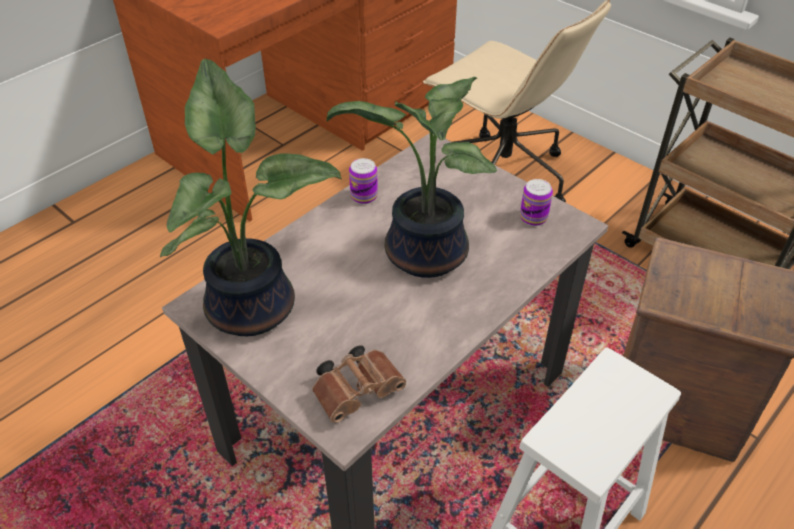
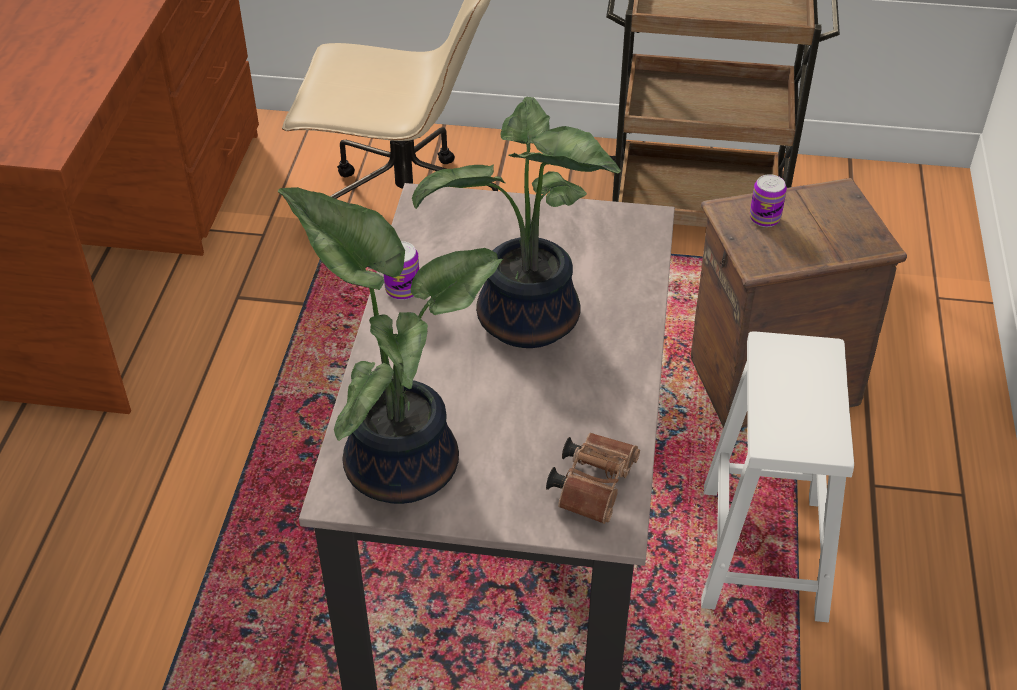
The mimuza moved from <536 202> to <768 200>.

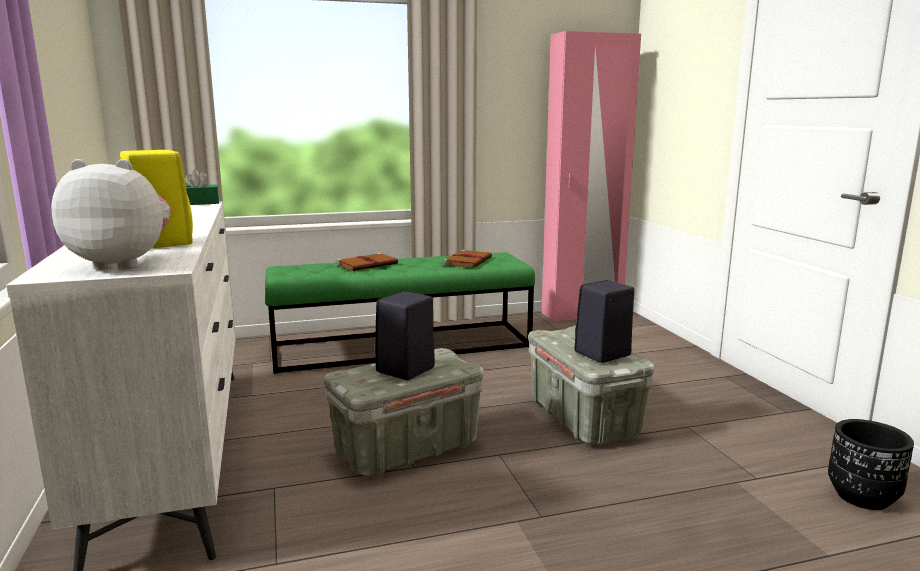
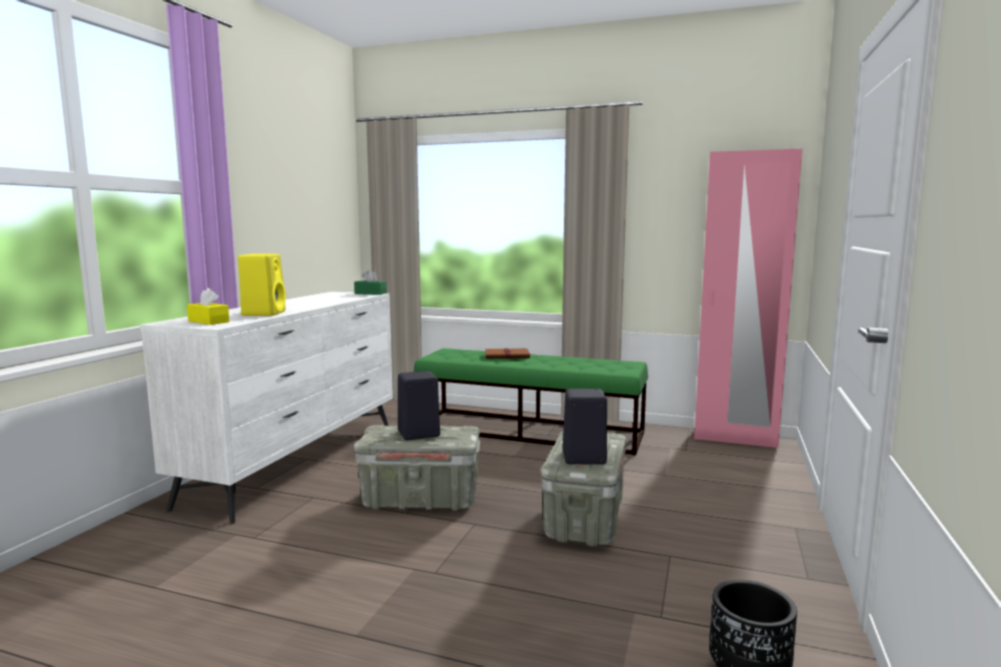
The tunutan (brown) at <467 259> disappeared. The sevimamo at <111 214> was replaced by the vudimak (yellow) at <208 306>.

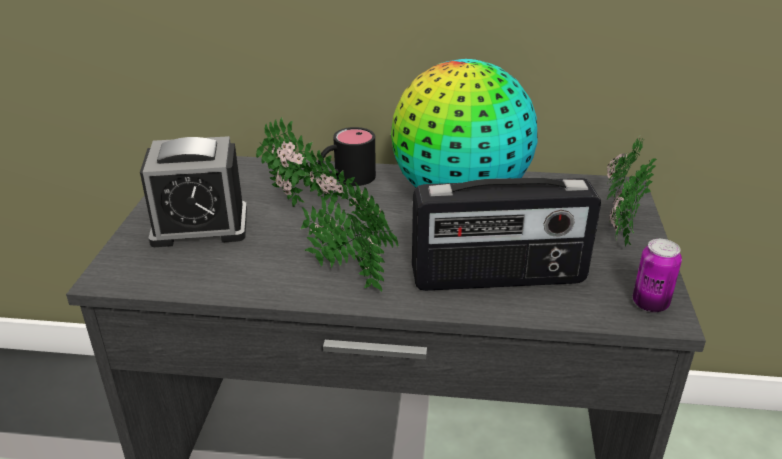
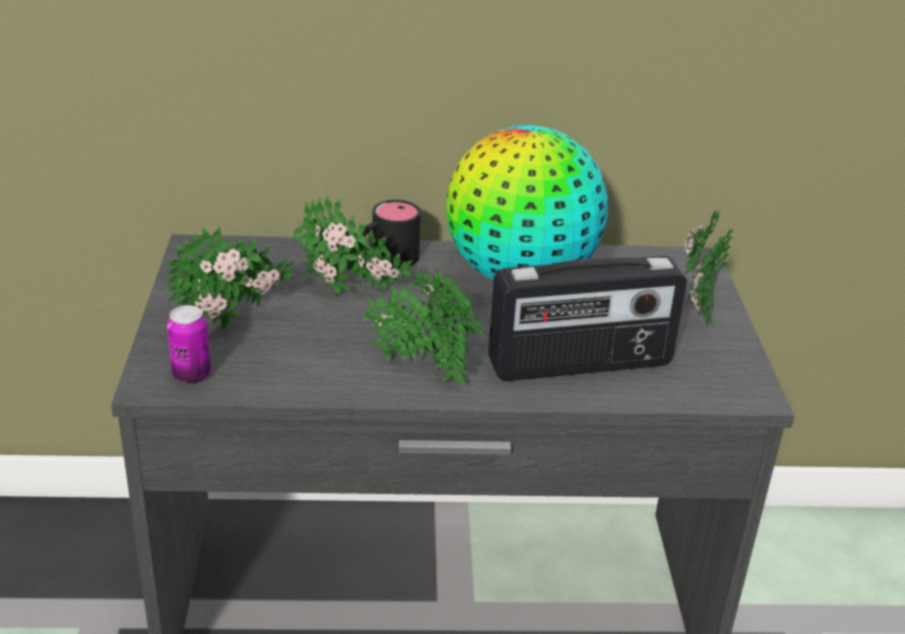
The mimuza moved from <657 276> to <189 344>. The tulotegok at <193 191> was replaced by the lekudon at <229 277>.

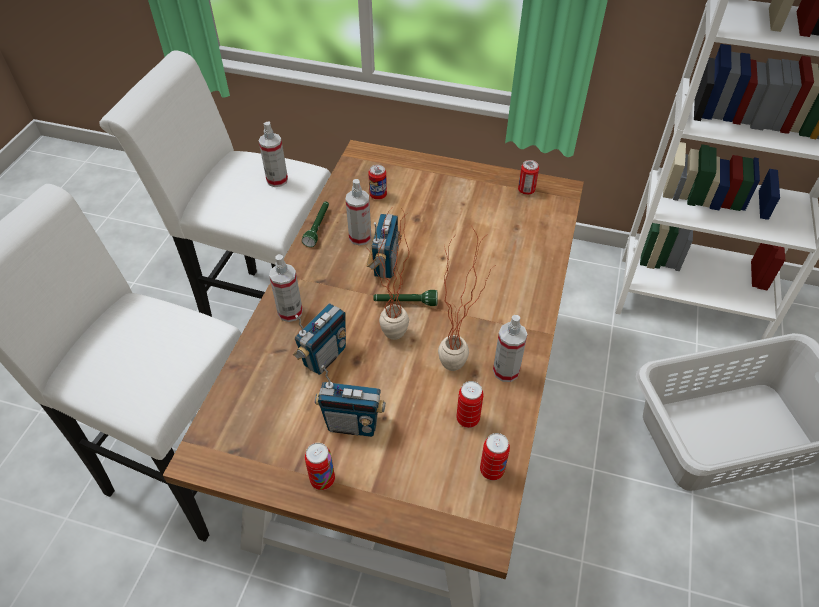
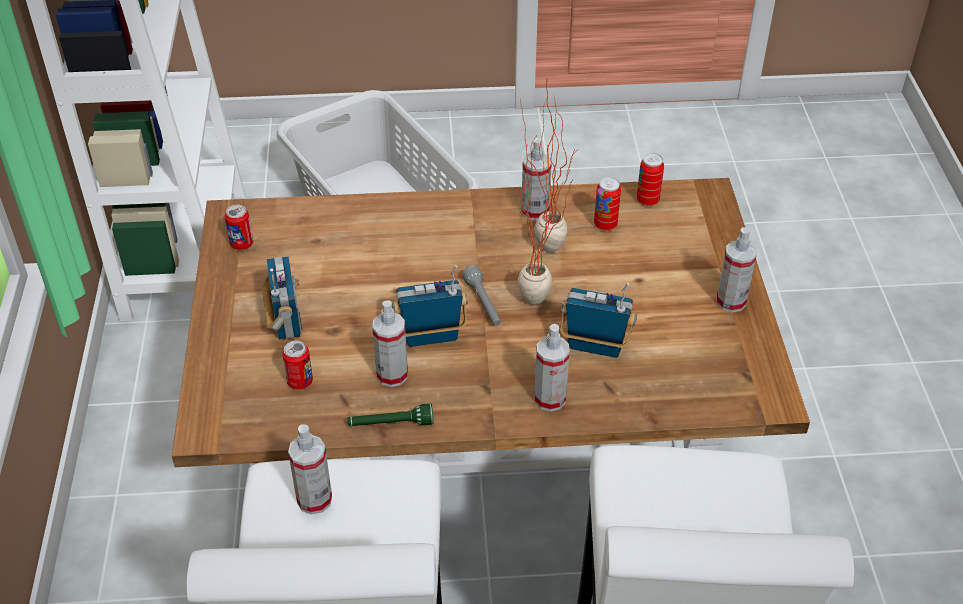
The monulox moved from <350 401> to <282 298>. The mimuza at <320 466> was replaced by the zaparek at <736 270>. The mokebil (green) at <405 298> became the mokebil (grey) at <481 295>.

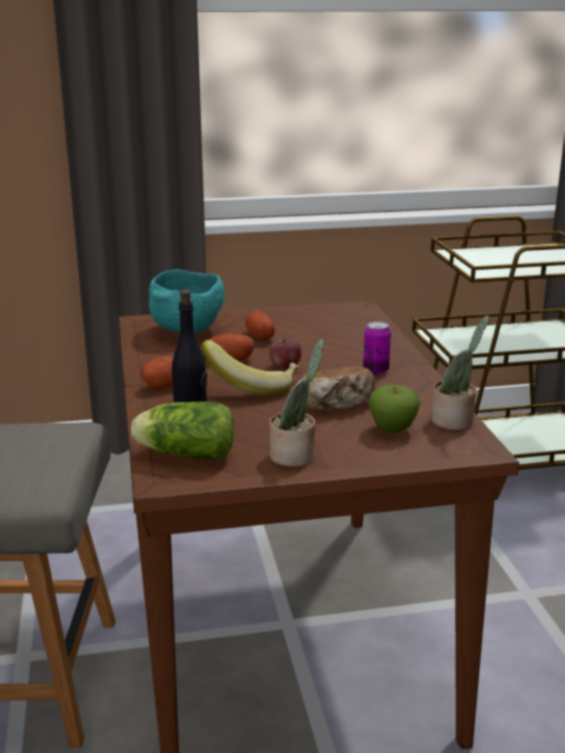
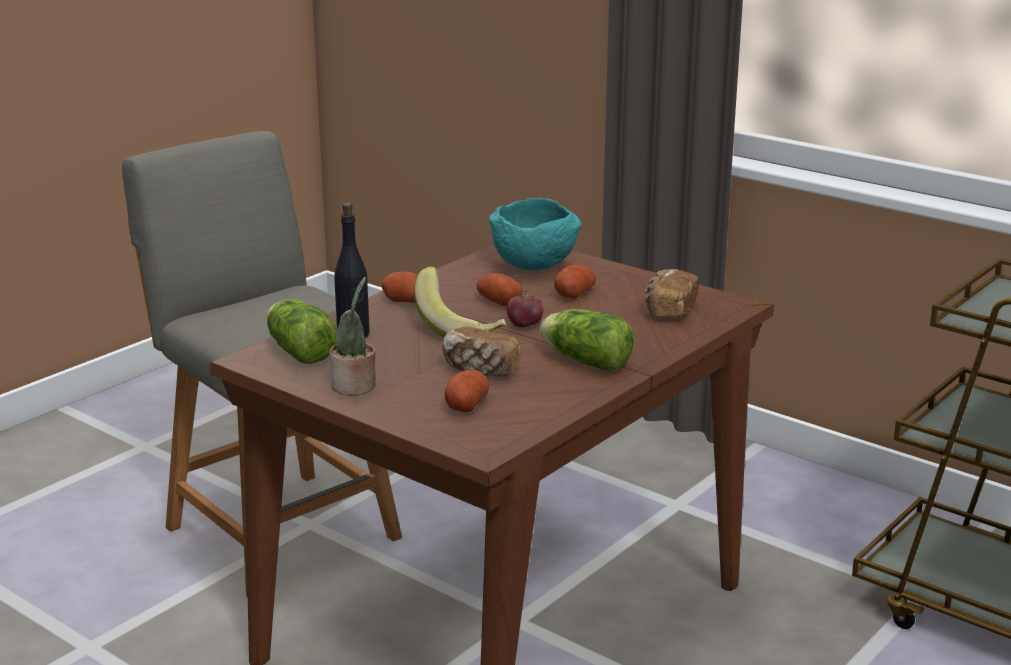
The lekudon at <460 372> disappeared. The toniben at <672 294> appeared. The mimuza at <377 348> was replaced by the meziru at <587 340>. The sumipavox at <394 409> was replaced by the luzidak at <467 390>.

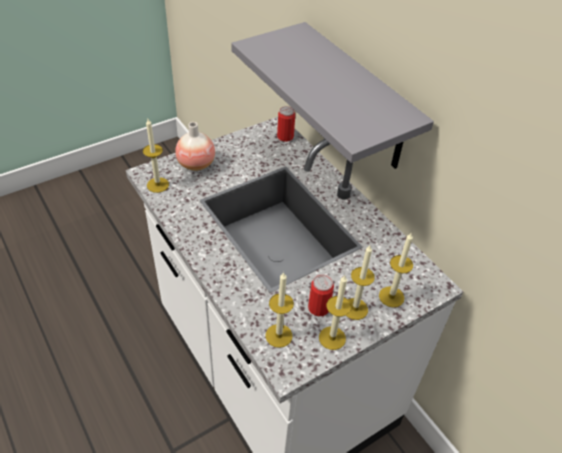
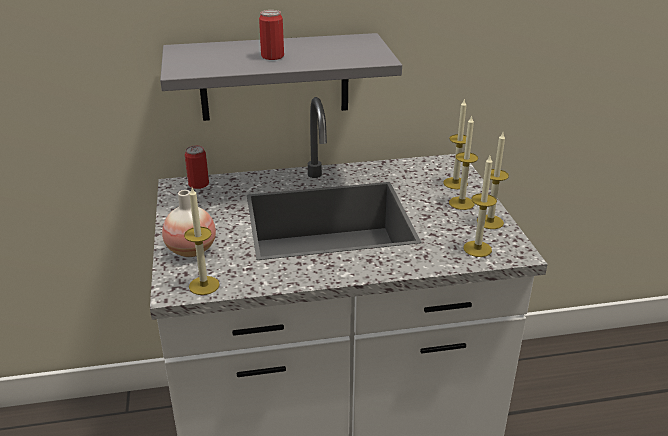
The mimuza moved from <321 295> to <271 35>.

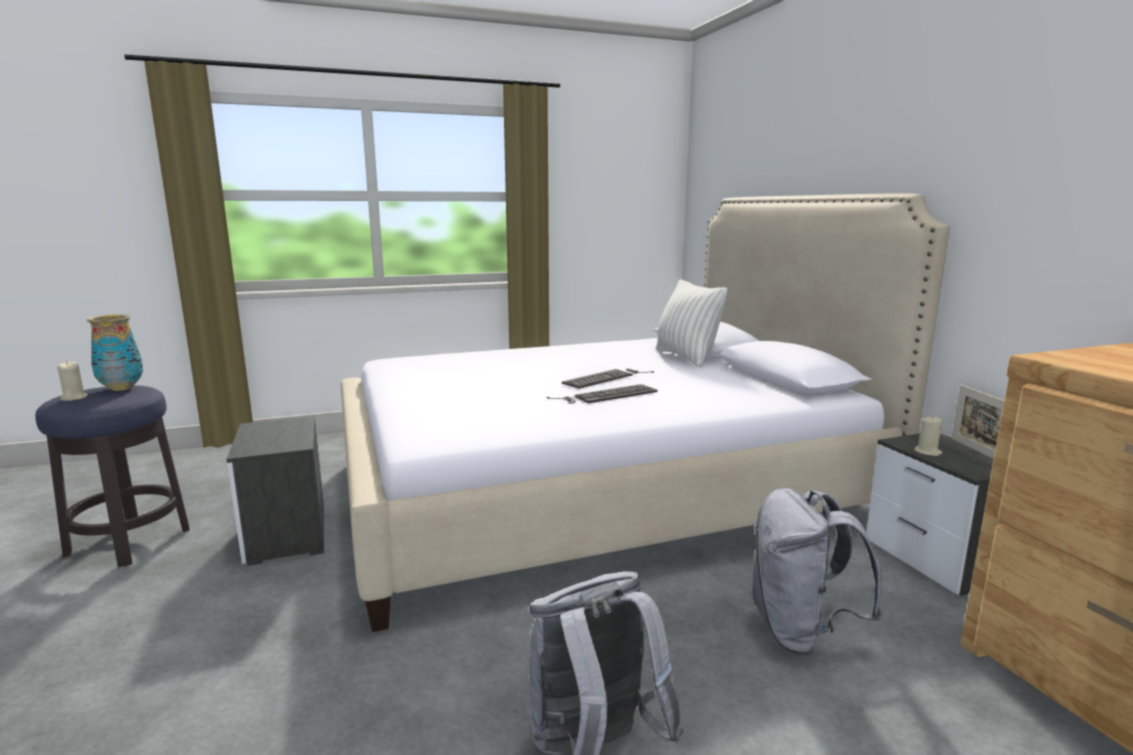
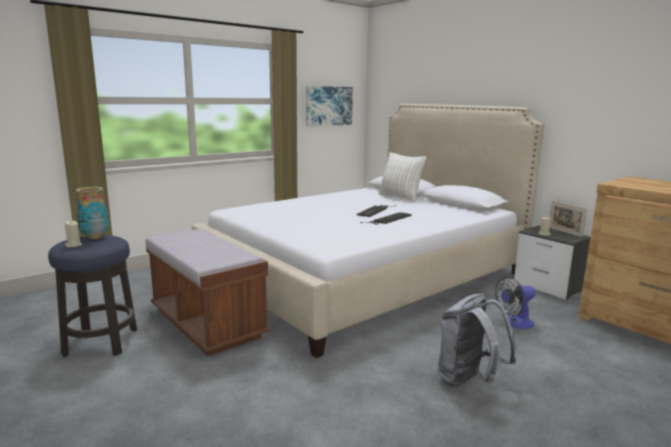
The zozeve at <329 106> appeared. The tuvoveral at <275 491> was replaced by the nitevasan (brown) at <207 292>. The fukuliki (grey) at <816 572> was replaced by the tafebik at <515 303>.

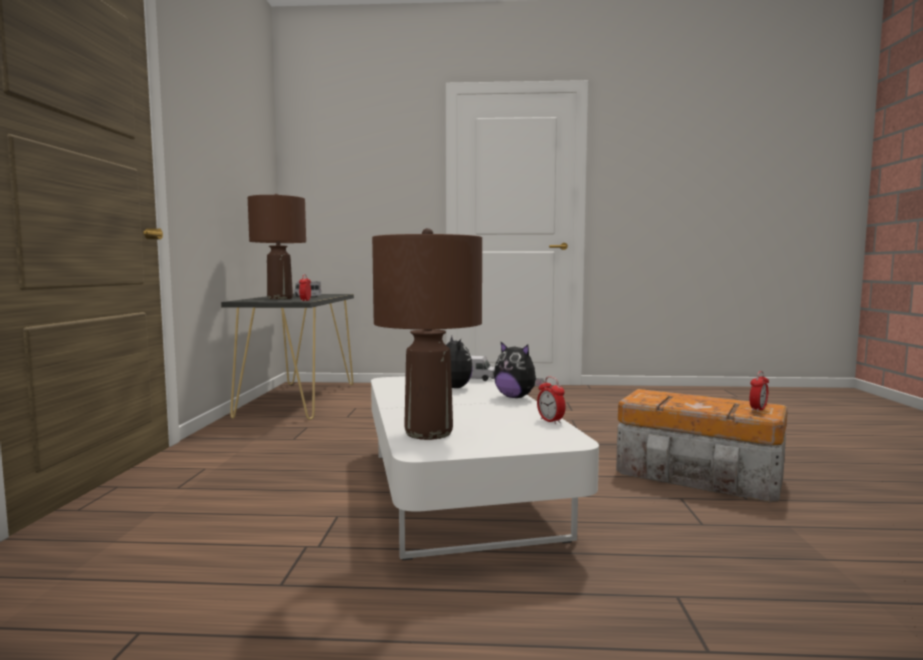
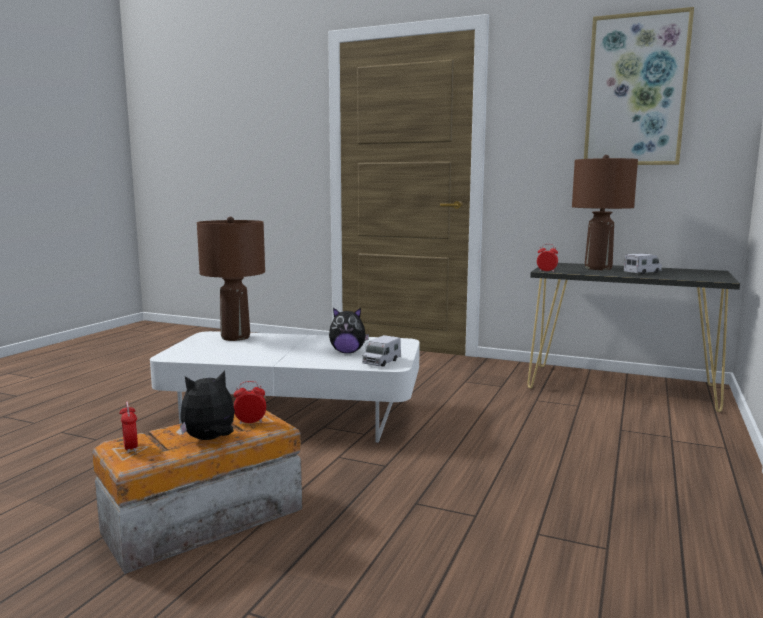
The zozeve at <639 86> appeared. The sevimamo moved from <519 370> to <207 405>. The tulotegok moved from <551 400> to <250 402>.

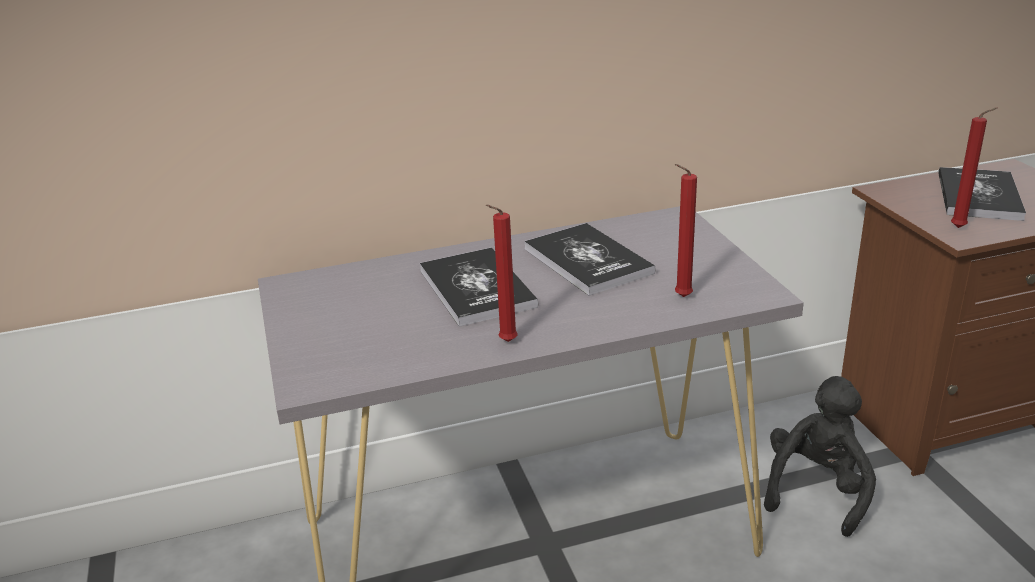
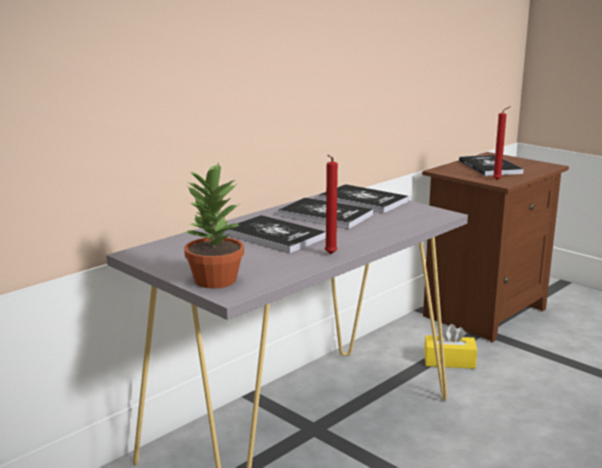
The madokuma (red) at <686 230> disappeared. The lekudon at <214 225> appeared. The tunutan at <364 198> appeared. The sevimamo (black) at <820 456> was replaced by the vudimak (yellow) at <450 346>.

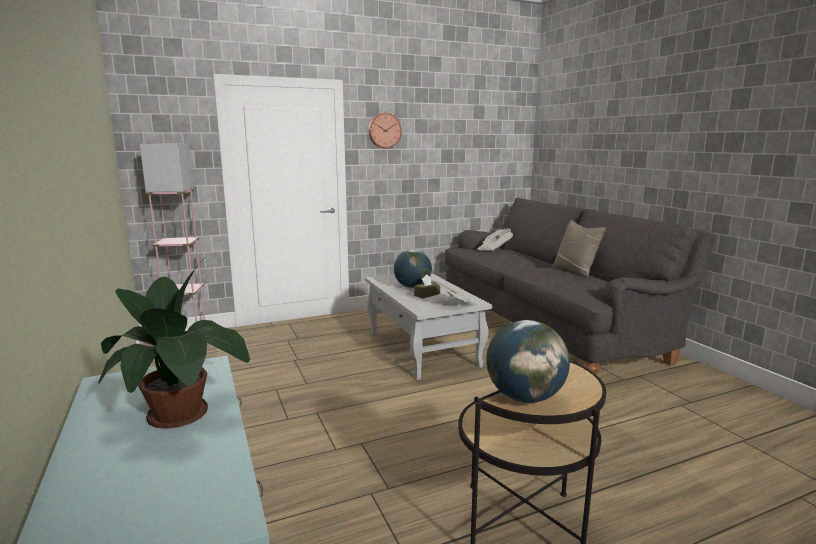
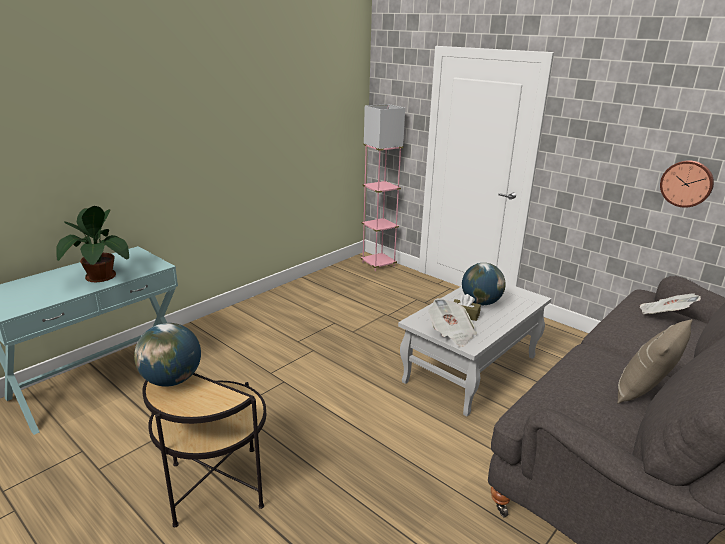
The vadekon moved from <385 130> to <687 184>.

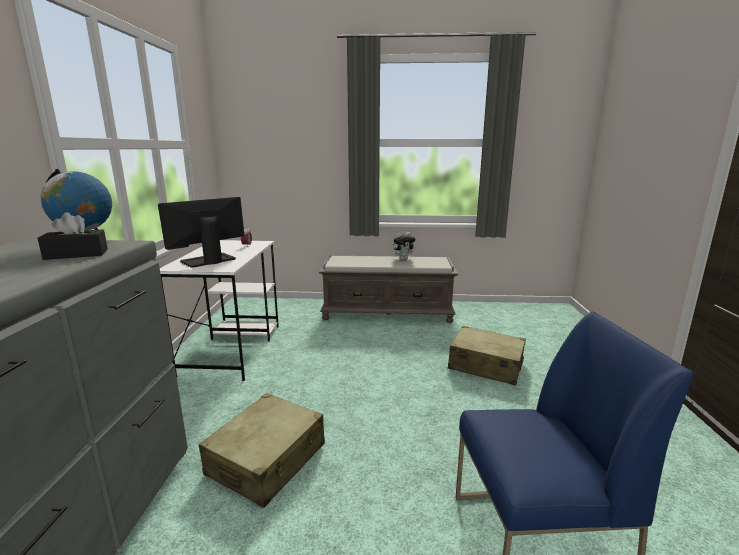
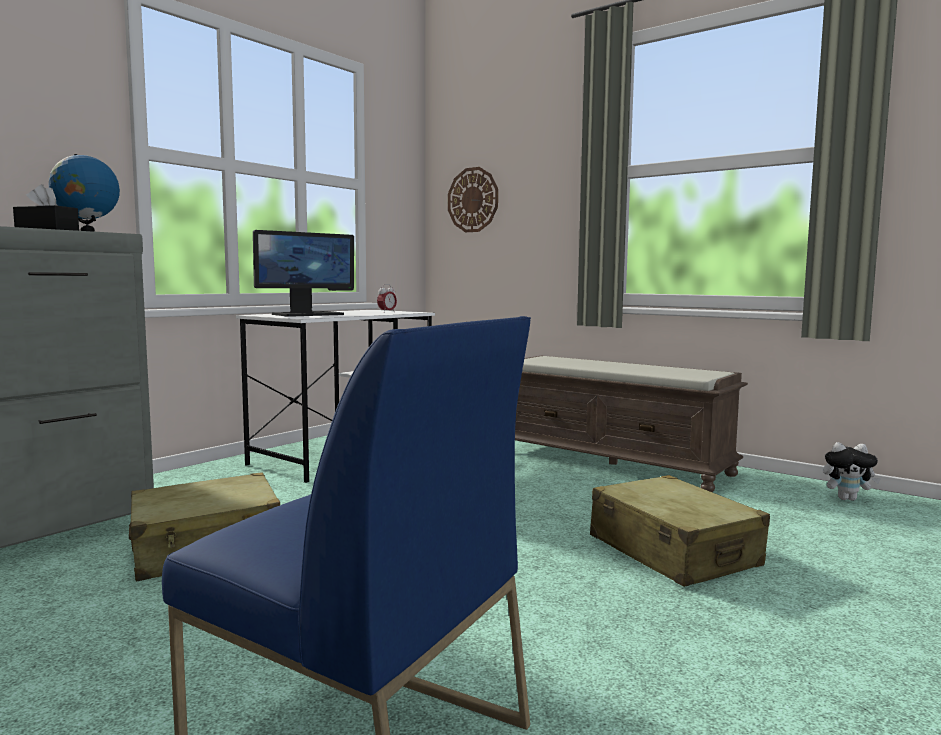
The vadekon at <473 199> appeared. The sevimamo moved from <404 246> to <852 471>. The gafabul at <201 232> turned 150 degrees clockwise.

